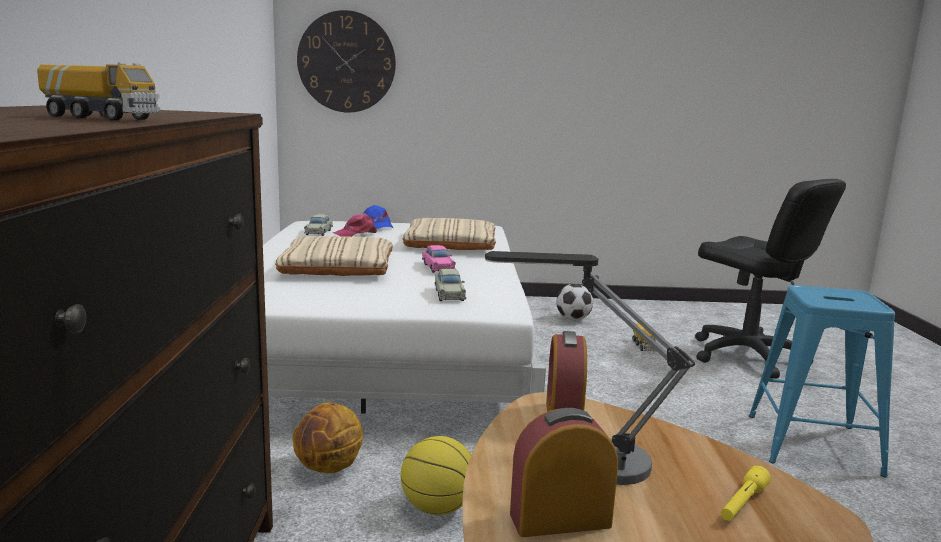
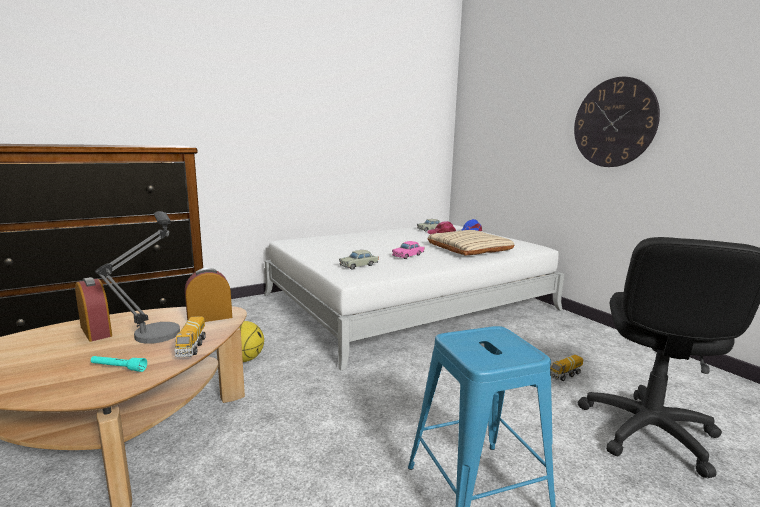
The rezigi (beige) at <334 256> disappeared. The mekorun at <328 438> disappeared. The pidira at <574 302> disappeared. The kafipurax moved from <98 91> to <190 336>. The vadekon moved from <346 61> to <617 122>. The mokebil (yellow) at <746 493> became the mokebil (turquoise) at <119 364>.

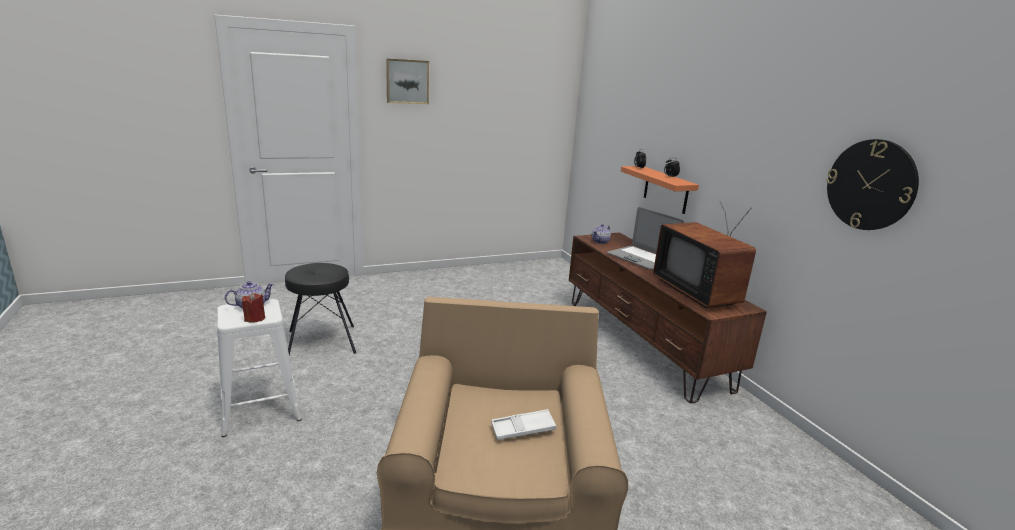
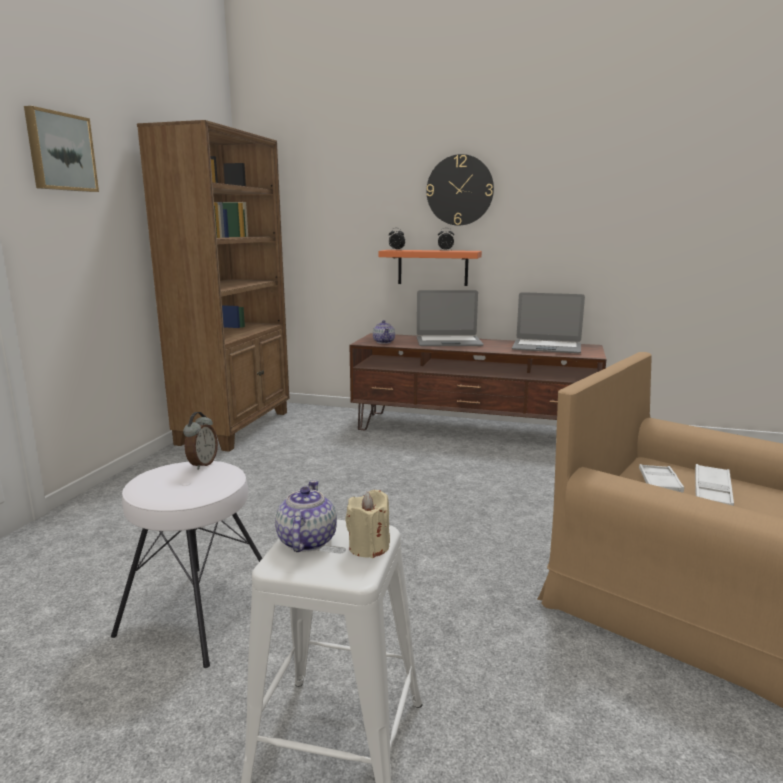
The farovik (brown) at <213 286> appeared. The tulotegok at <200 441> appeared. The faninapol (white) at <661 478> appeared. The vadekon moved from <872 184> to <460 189>. The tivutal at <704 255> was replaced by the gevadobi at <548 322>. The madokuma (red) at <253 307> became the madokuma (beige) at <367 524>. The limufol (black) at <320 309> became the limufol (white) at <186 564>.

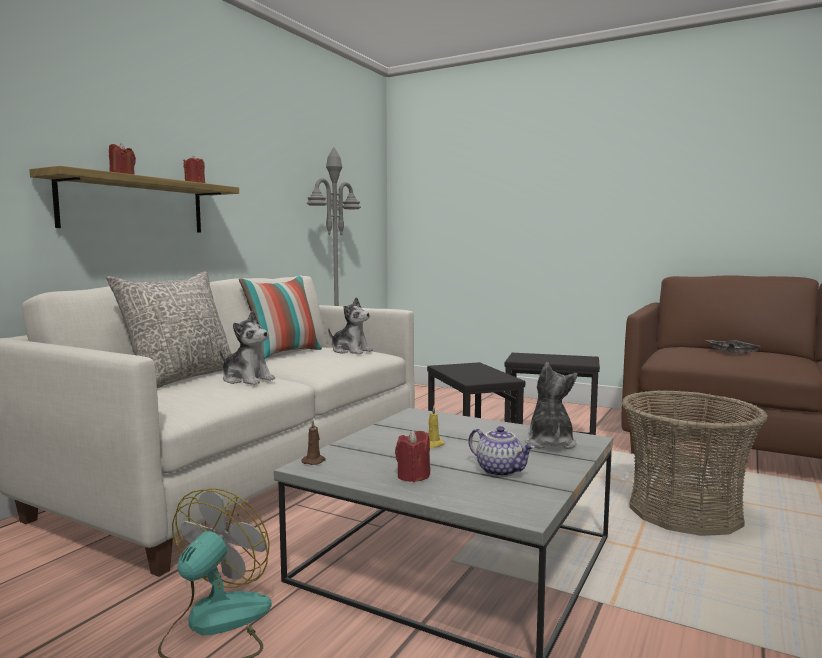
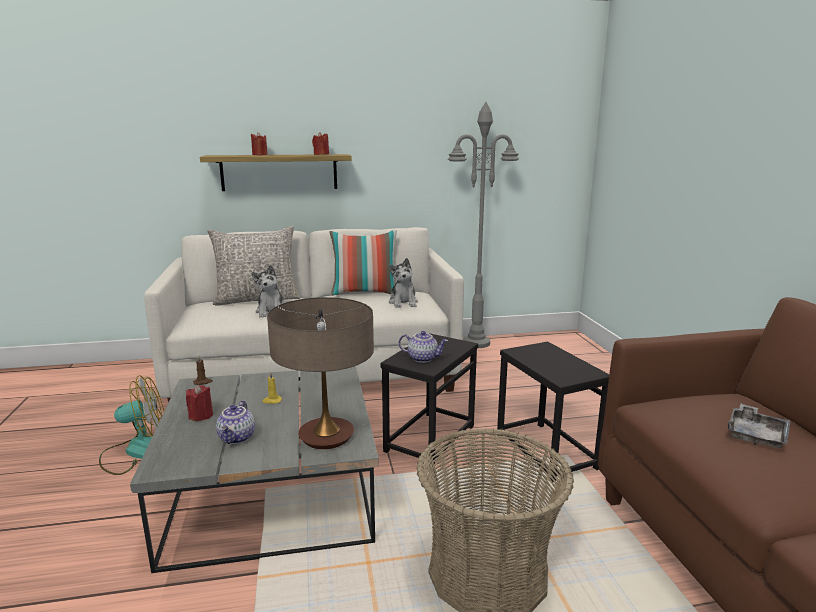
The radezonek at <423 347> appeared. The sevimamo at <551 405> was replaced by the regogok at <320 373>.

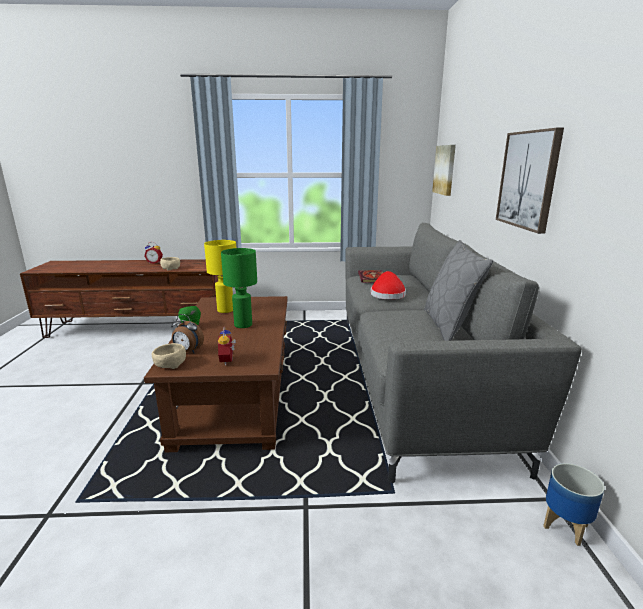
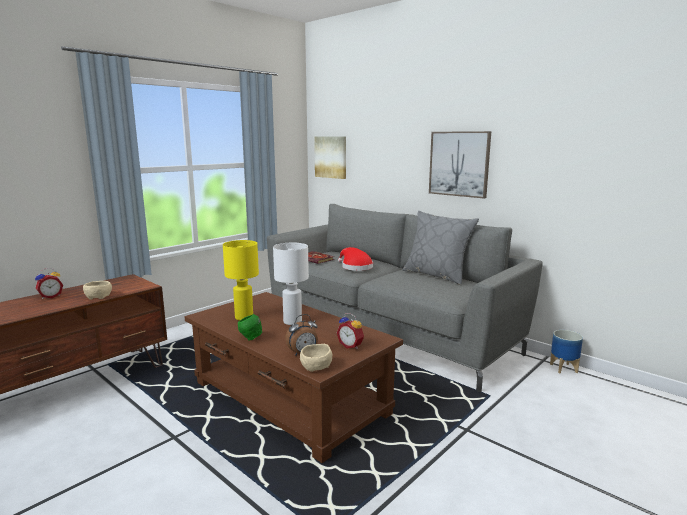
The regogok (green) at <239 288> became the regogok (white) at <291 284>.

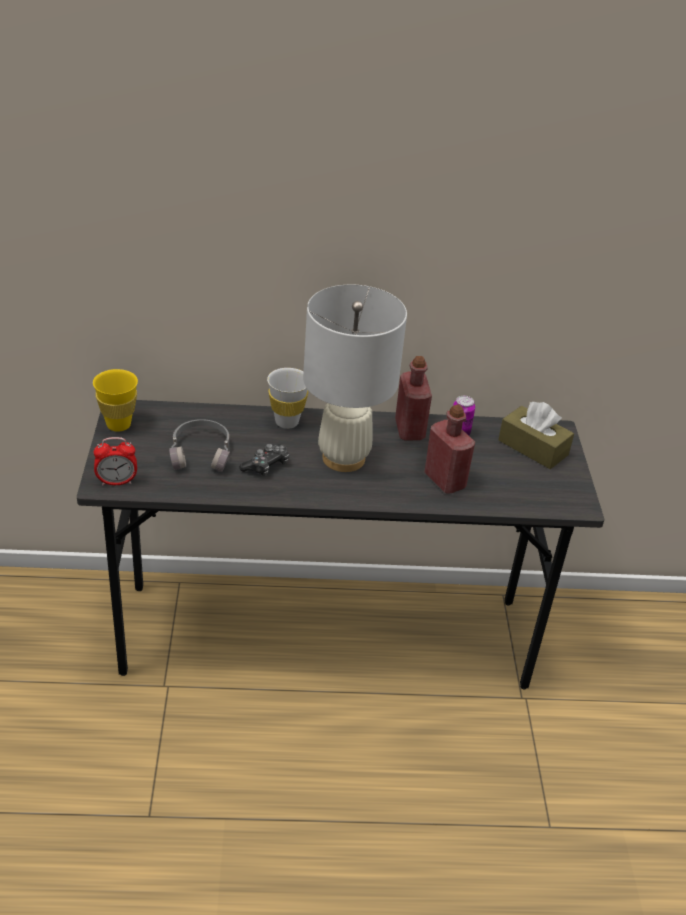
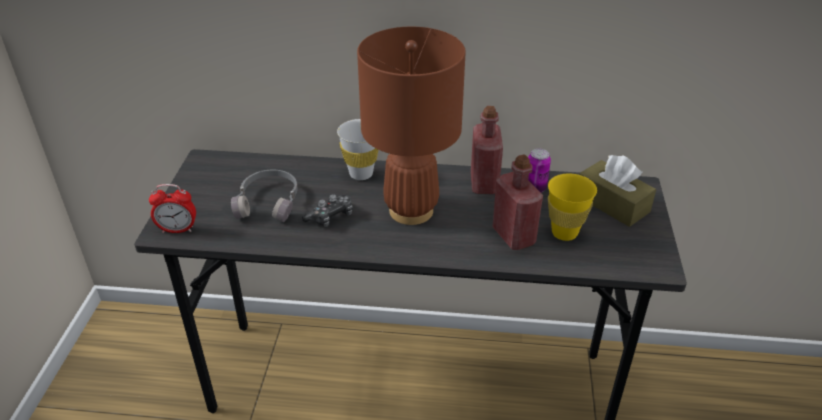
The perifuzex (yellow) moved from <115 400> to <572 207>. The regogok (white) at <355 378> became the regogok (brown) at <411 126>.

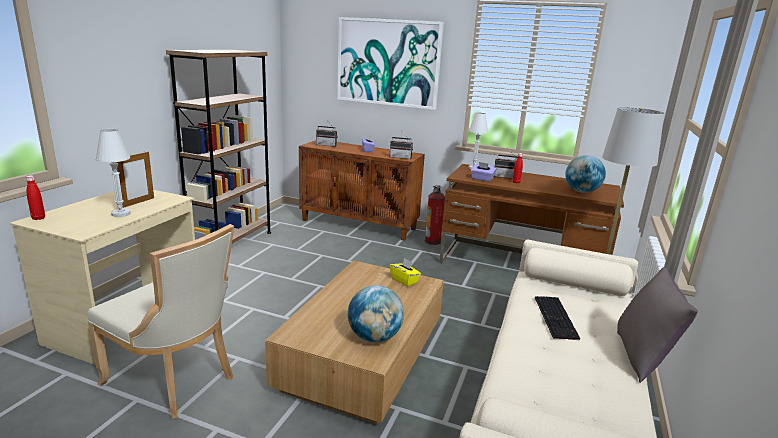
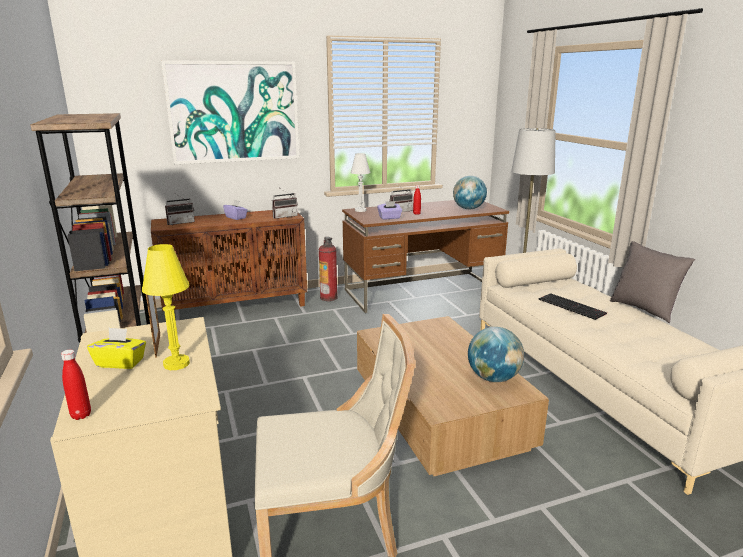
The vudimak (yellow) moved from <405 272> to <116 348>. The regogok (white) at <113 173> became the regogok (yellow) at <166 307>.

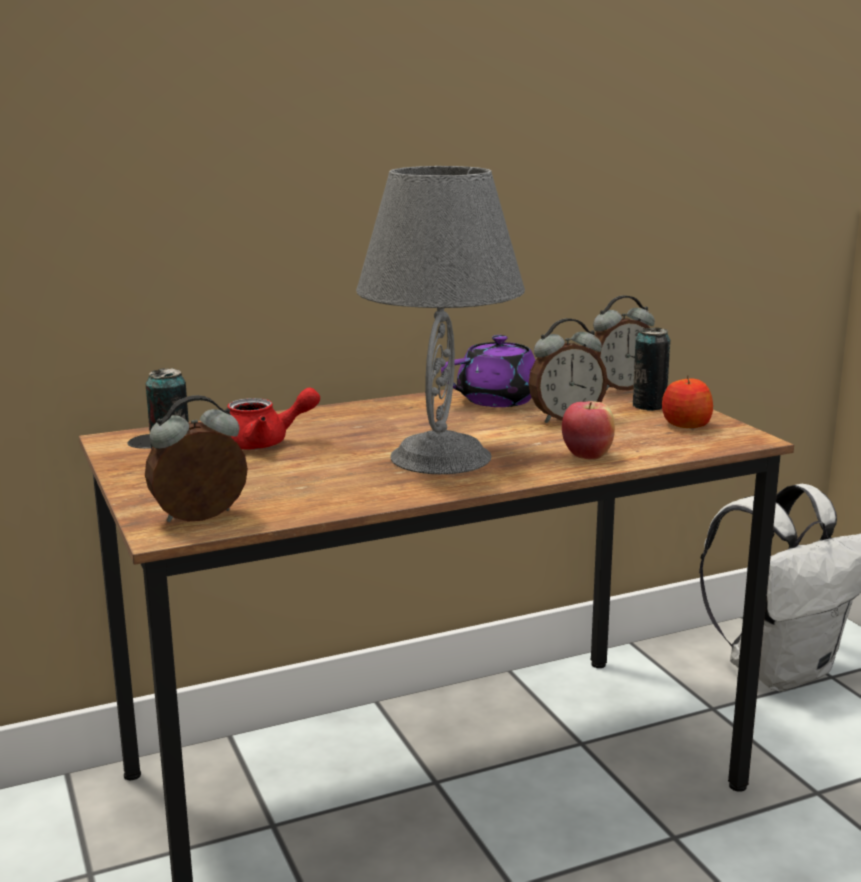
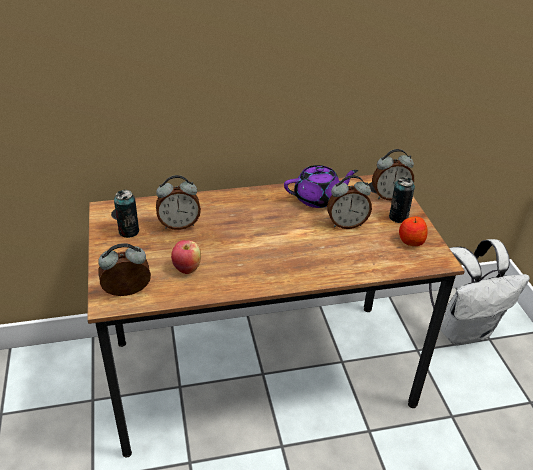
The regogok (grey) at <440 320> disappeared. The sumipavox moved from <588 430> to <186 257>. The radezonek (red) at <273 418> was replaced by the tulotegok at <178 202>.

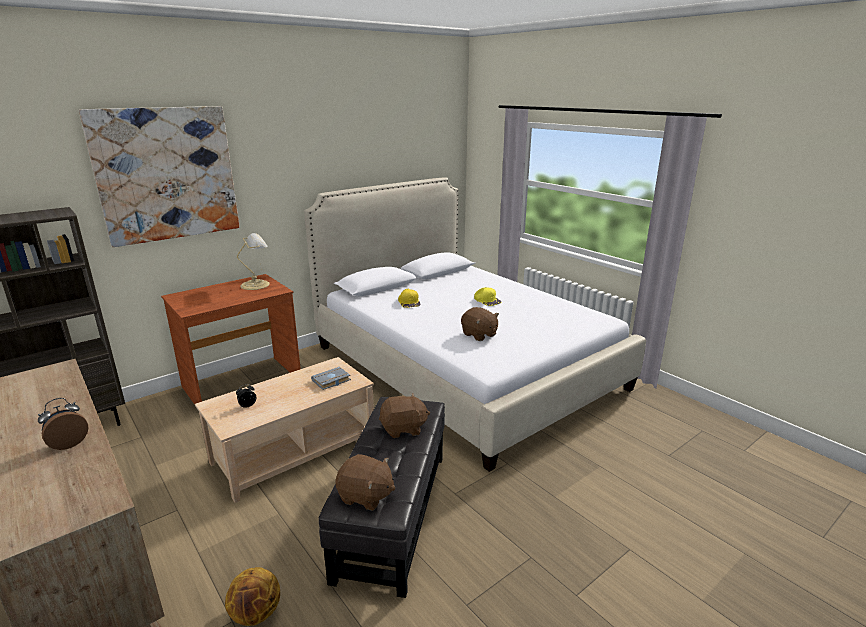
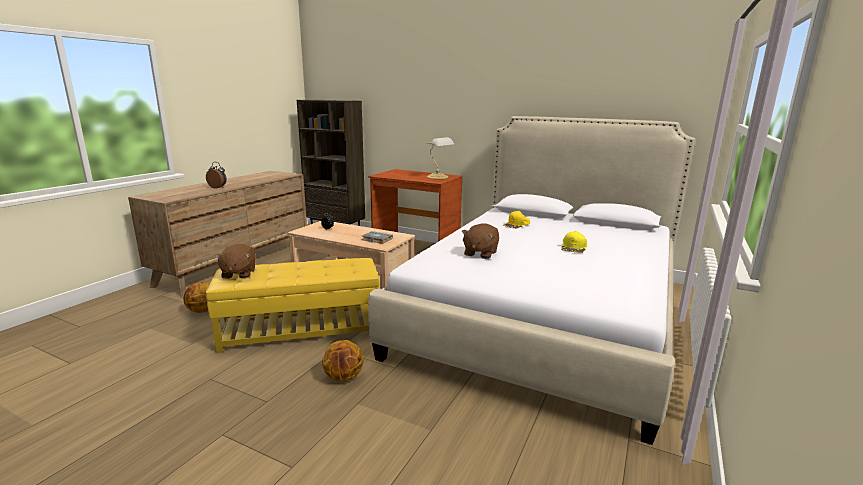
The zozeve at <159 176> disappeared. The sevimamo (brown) at <404 415> disappeared. The mekorun at <342 360> appeared. The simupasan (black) at <382 497> became the simupasan (yellow) at <293 305>.

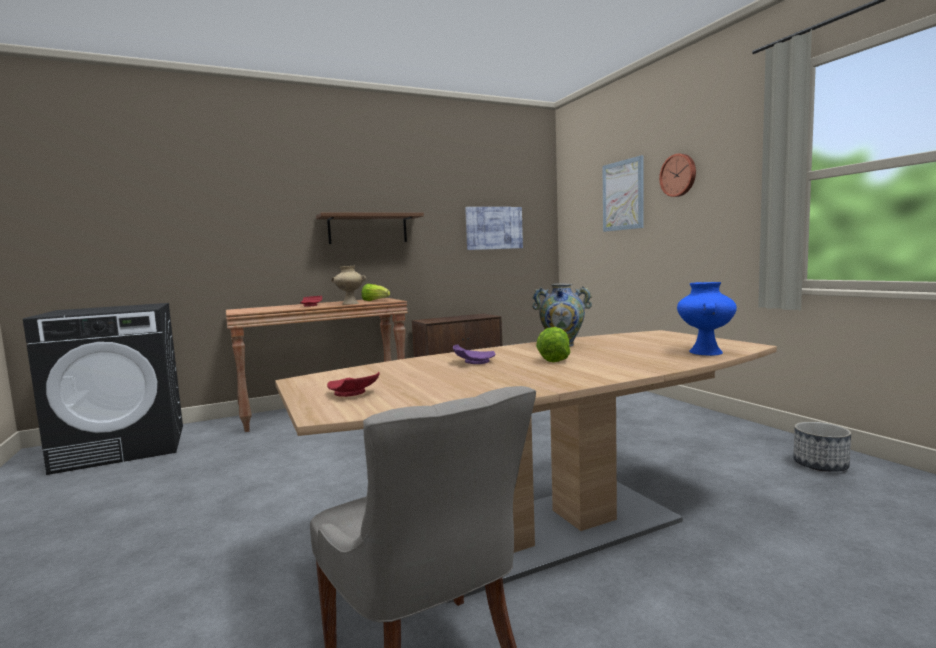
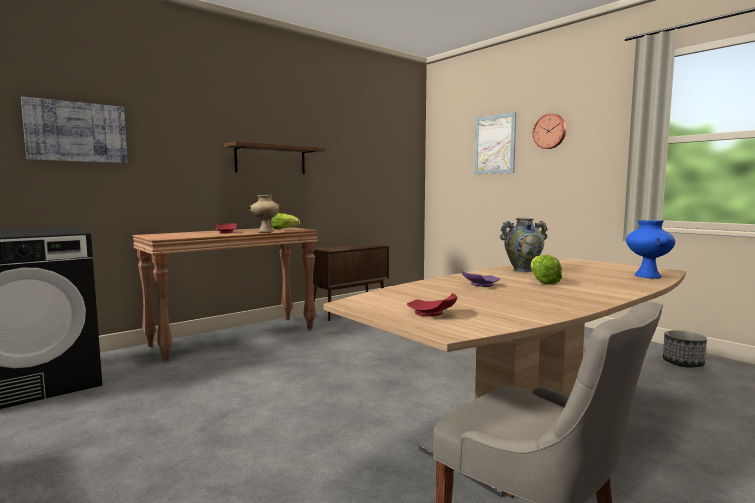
The zozeve moved from <494 228> to <74 129>.

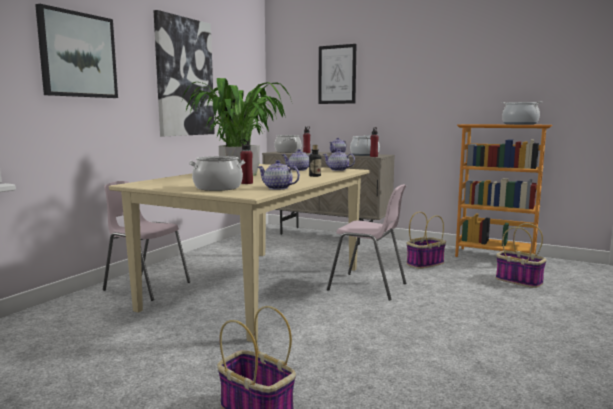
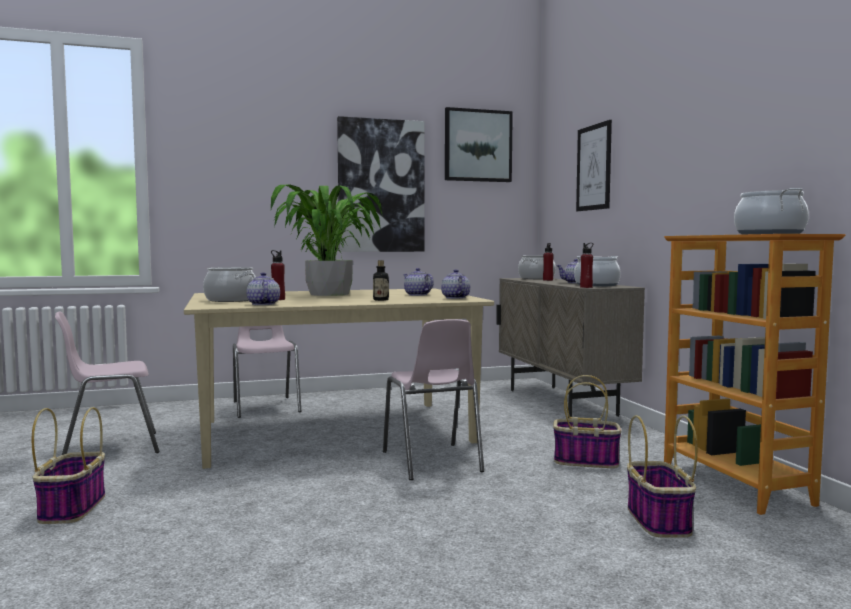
The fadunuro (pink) at <107 383> appeared. The zozeve moved from <76 51> to <479 144>.

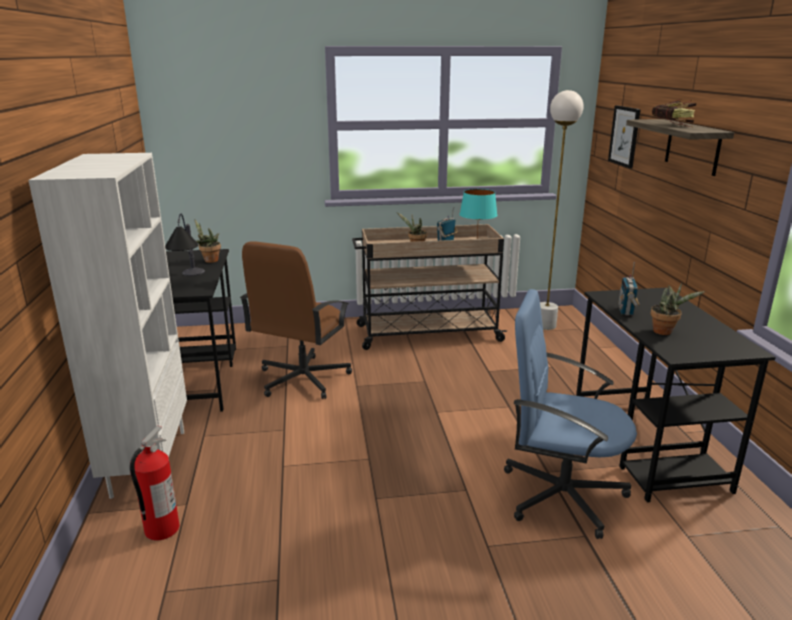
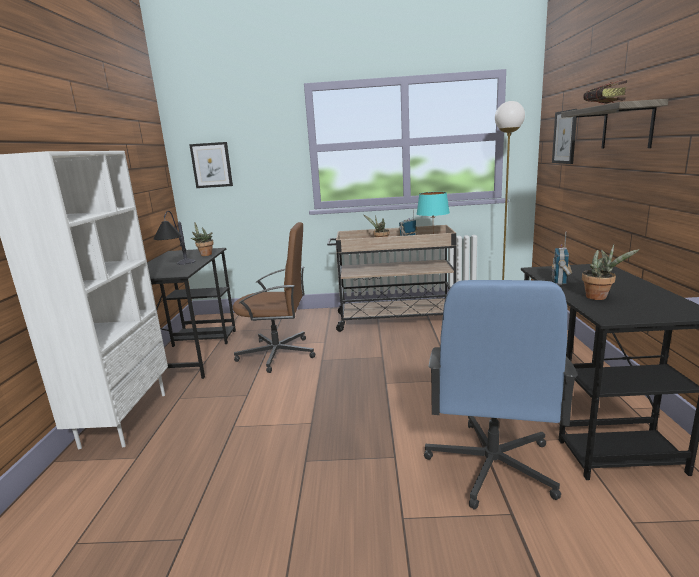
The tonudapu at <154 483> disappeared. The zozeve at <211 165> appeared. The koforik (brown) at <296 320> turned 120 degrees counterclockwise. The koforik (blue) at <570 414> turned 105 degrees counterclockwise.

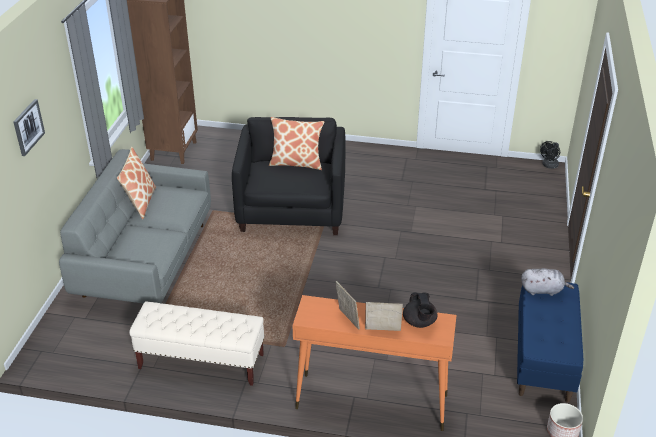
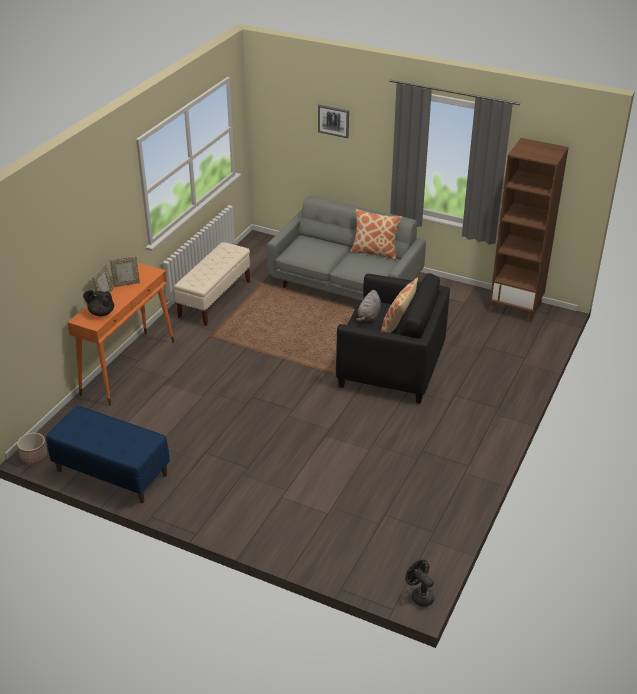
The sevimamo (grey) moved from <547 282> to <368 305>.

